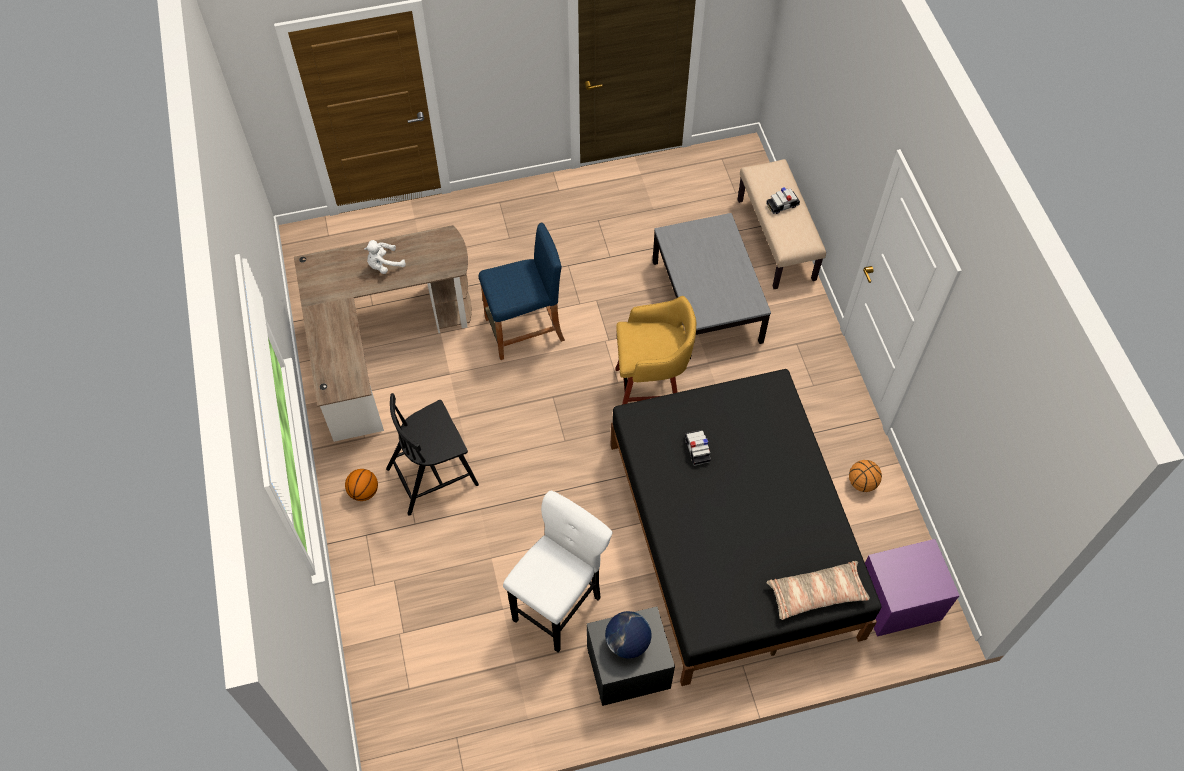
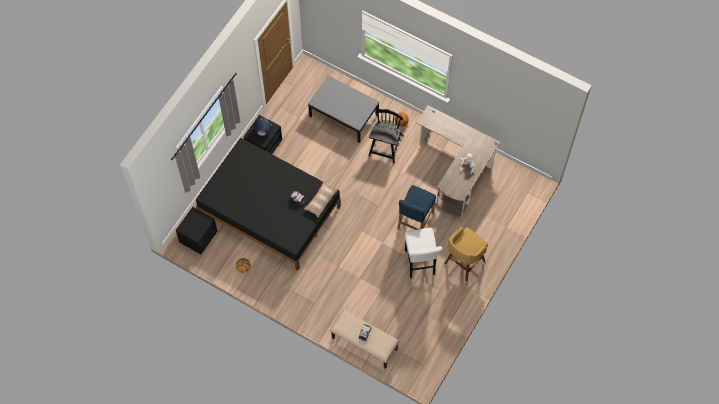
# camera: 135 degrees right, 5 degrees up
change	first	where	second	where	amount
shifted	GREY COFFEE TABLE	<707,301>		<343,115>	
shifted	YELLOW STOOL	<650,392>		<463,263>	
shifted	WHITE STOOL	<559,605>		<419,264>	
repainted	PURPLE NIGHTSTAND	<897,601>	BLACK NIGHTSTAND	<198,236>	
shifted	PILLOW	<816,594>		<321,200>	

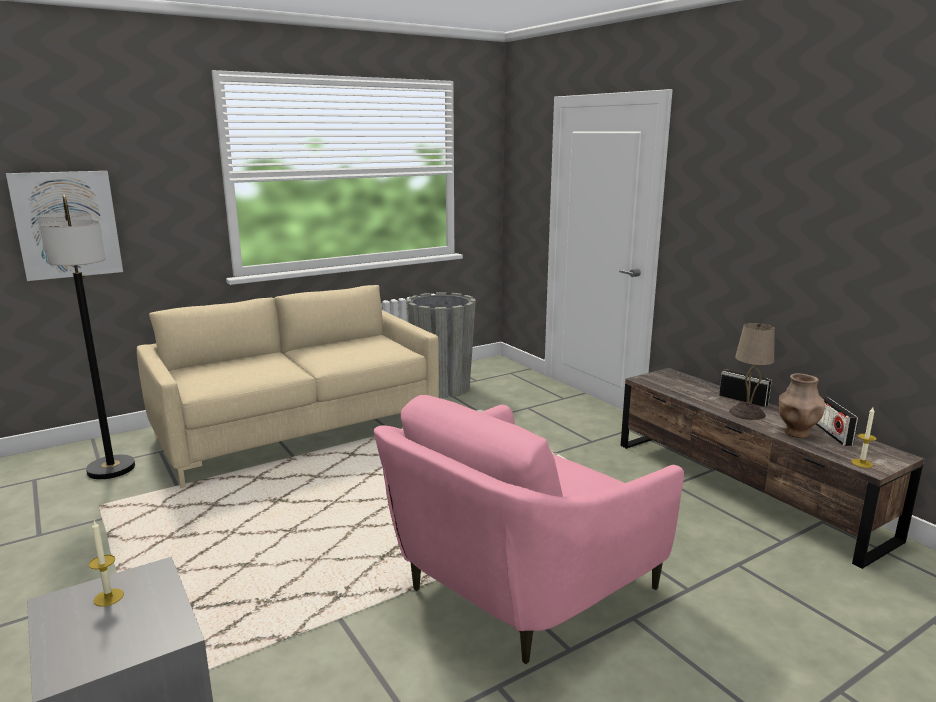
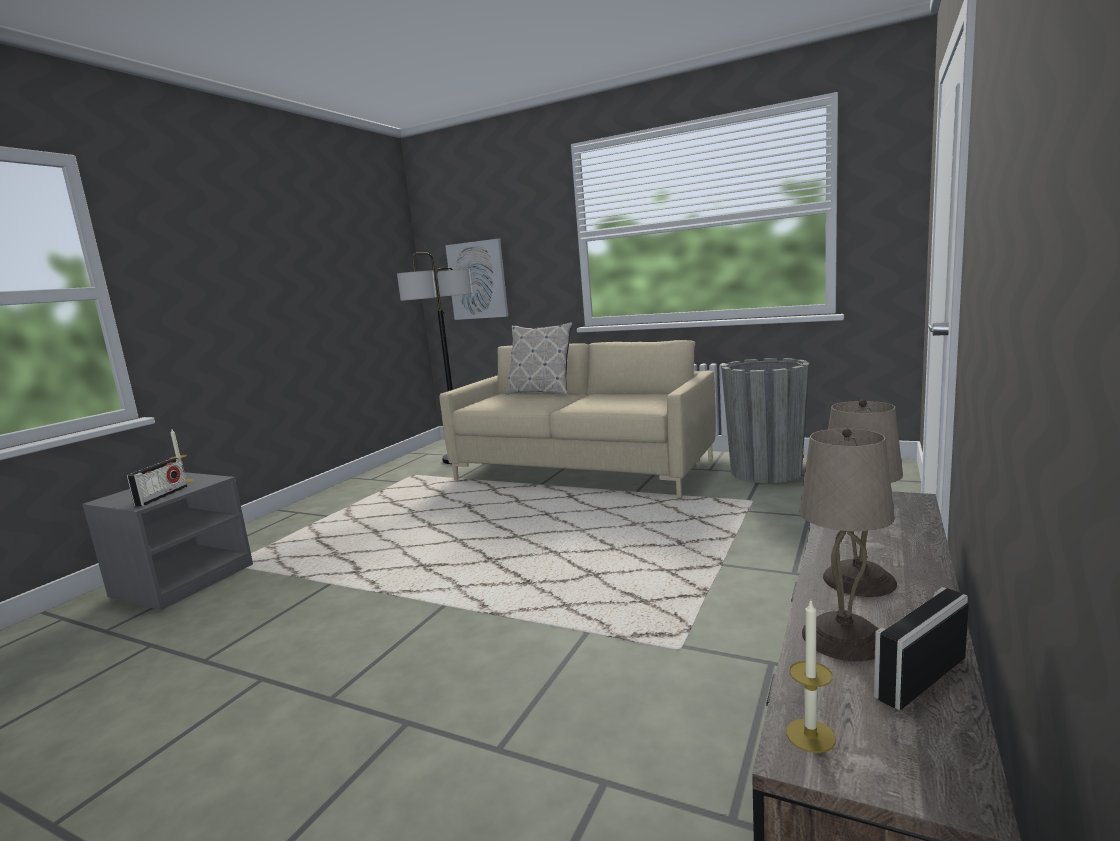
# camera: 60 degrees right, 5 degrees down
change	first	where	second	where	amount
shifted	RADIO	<743,400>		<162,496>	
swapped	BROWN VASE	<796,433>	BEIGE TABLE LAMP	<845,638>	
gone	PINK ARMCHAIR	<518,586>			
new			PILLOW	<541,392>	

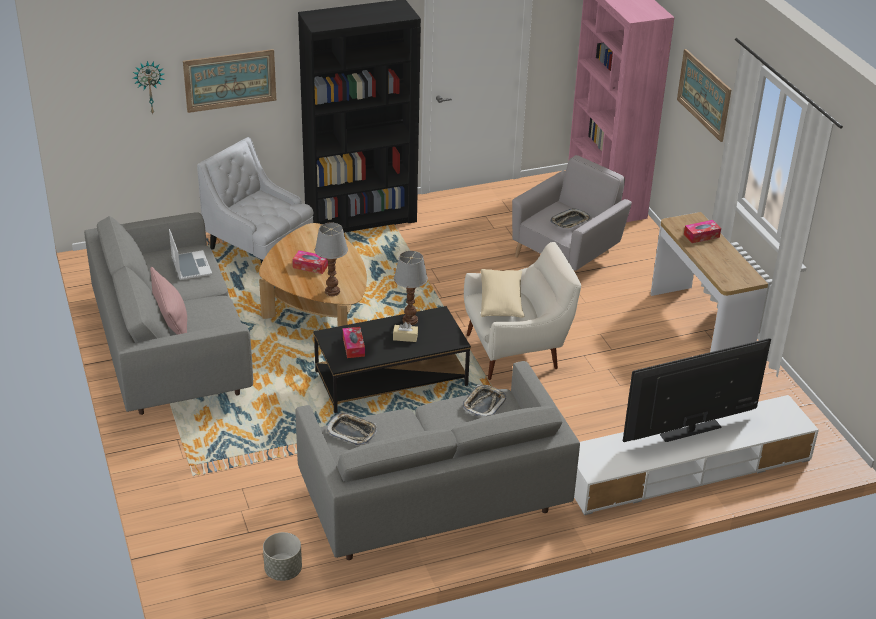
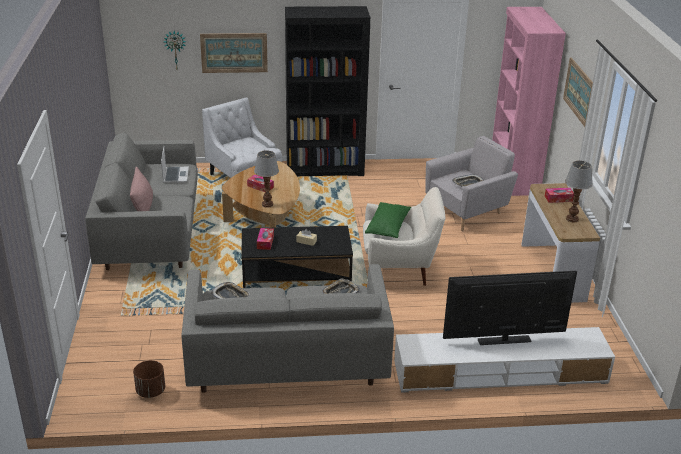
# camera: 15 degrees right, 5 degrees down
change	first	where	second	where	amount
shifted	TABLE LAMP	<409,320>		<571,219>	
repainted	BEIGE PILLOW	<501,302>	GREEN PILLOW	<388,227>	
repainted	GREY PLANTER	<283,571>	BROWN PLANTER	<150,391>	

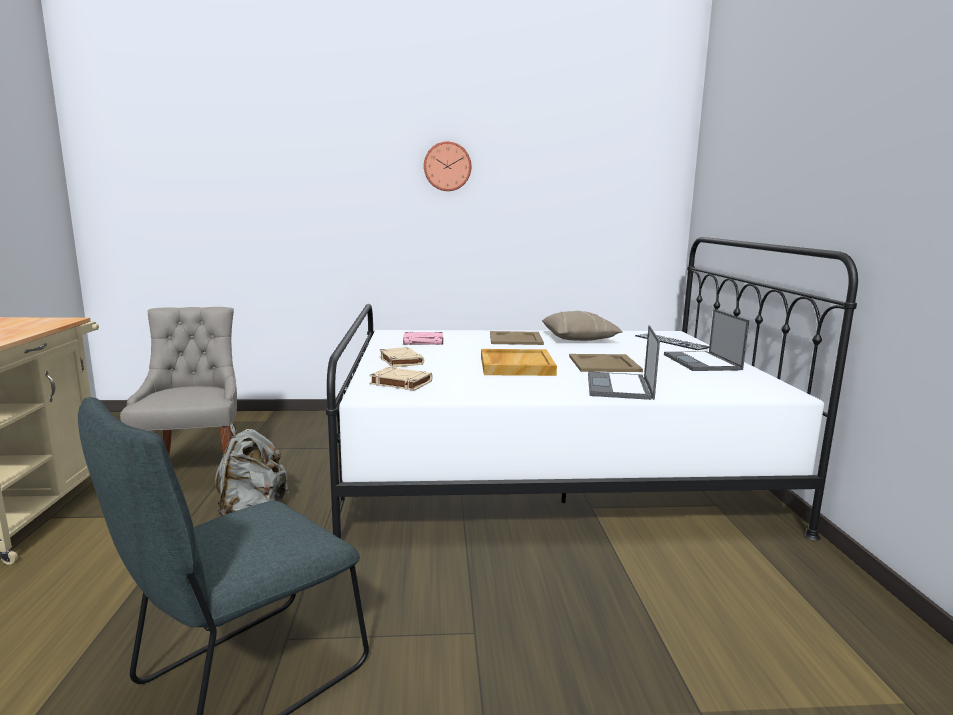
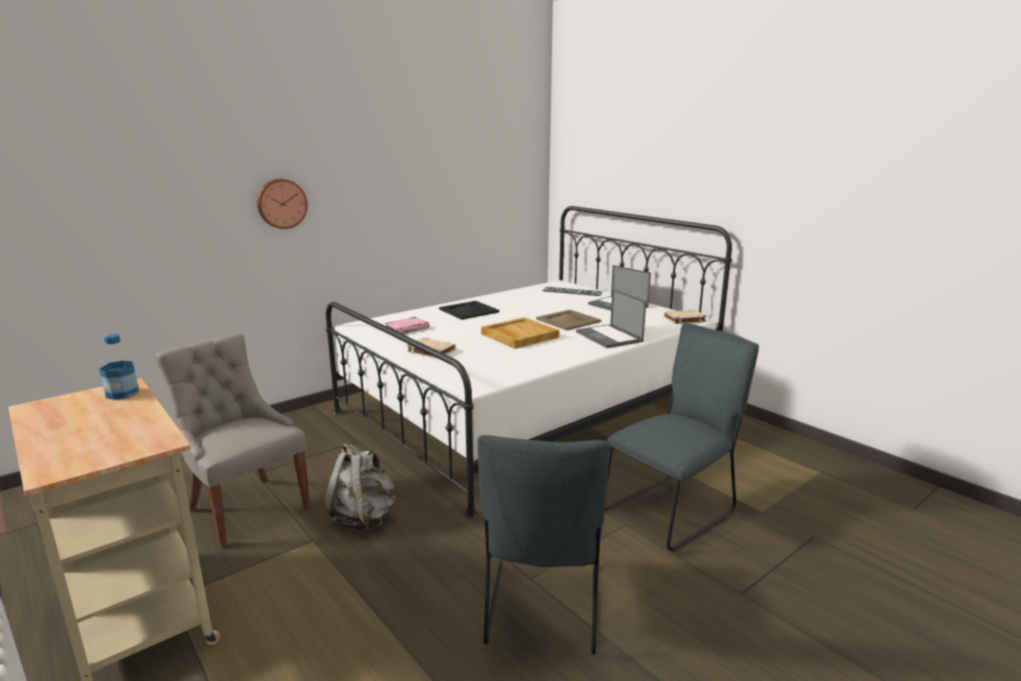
# camera: 35 degrees left, 5 degrees up
change	first	where	second	where	amount
shifted	WALL CLOCK	<447,166>		<281,203>	
gone	BEIGE PILLOW	<579,338>			
repainted	BEIGE TRAY	<516,339>	BLACK TRAY	<469,310>	
shifted	BEIGE BOOK	<400,383>		<684,320>	
new			GREY CHAIR	<672,509>	
new			BOTTLE	<122,393>	

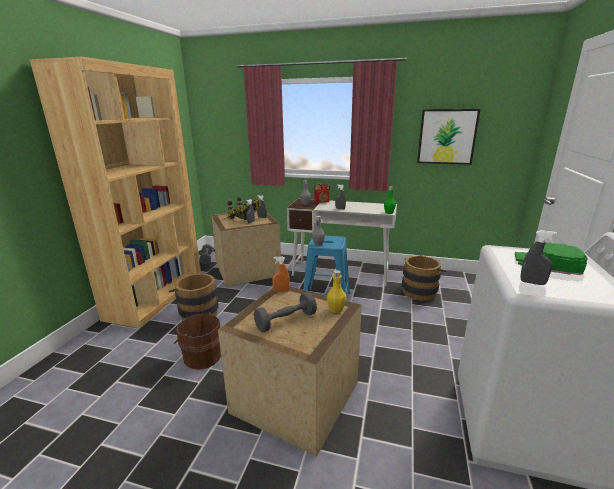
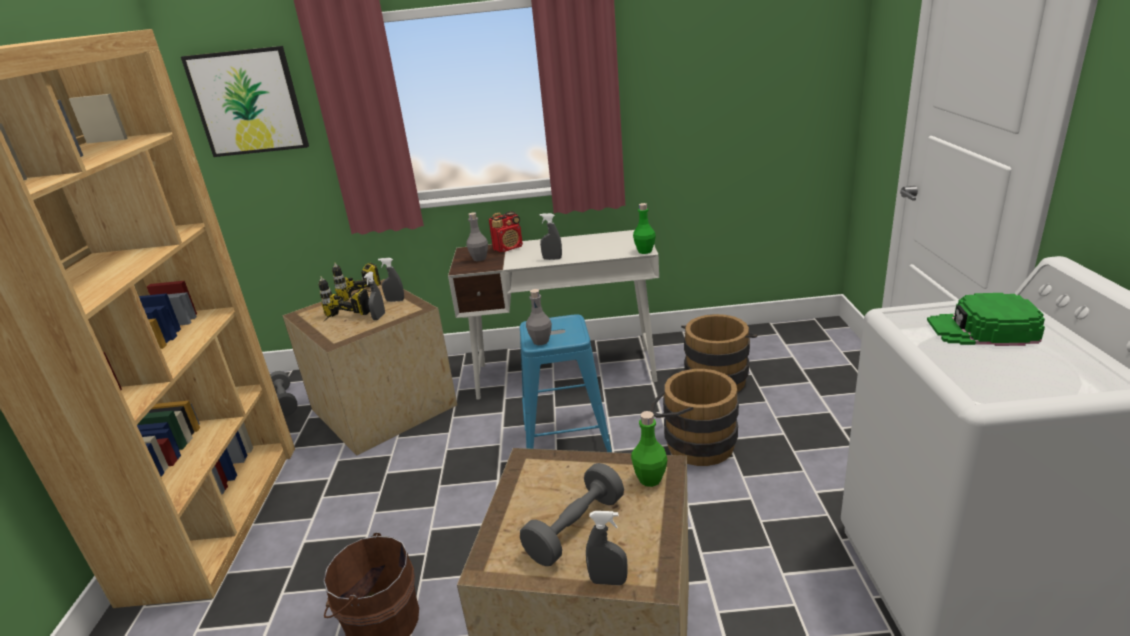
# camera: 15 degrees left, 5 degrees up
change	first	where	second	where	amount
shifted	PICTURE	<447,137>		<248,102>	
shifted	GREY SPRAY BOTTLE	<532,283>		<608,581>	
gone	ORANGE SPRAY BOTTLE	<281,291>			
repainted	YELLOW BOTTLE	<336,310>	GREEN BOTTLE	<650,479>	
shifted	BROWN BUCKET	<197,312>		<693,443>	

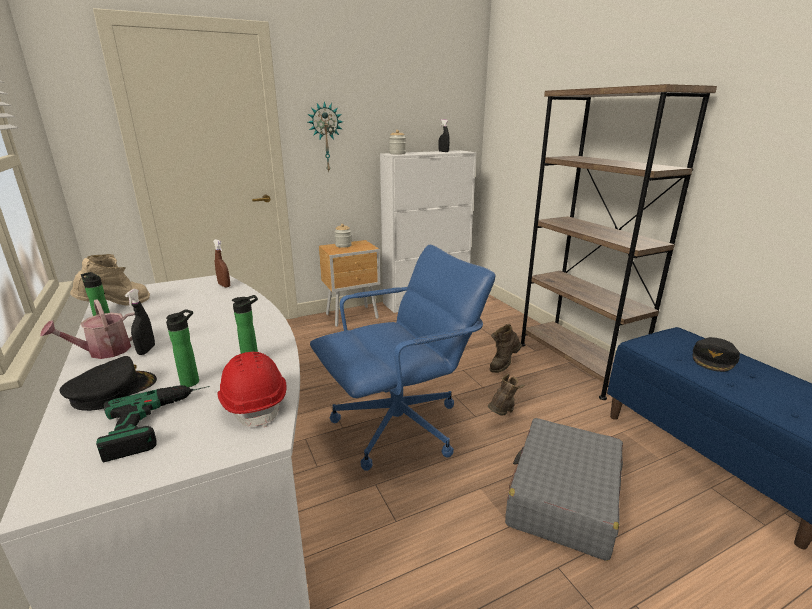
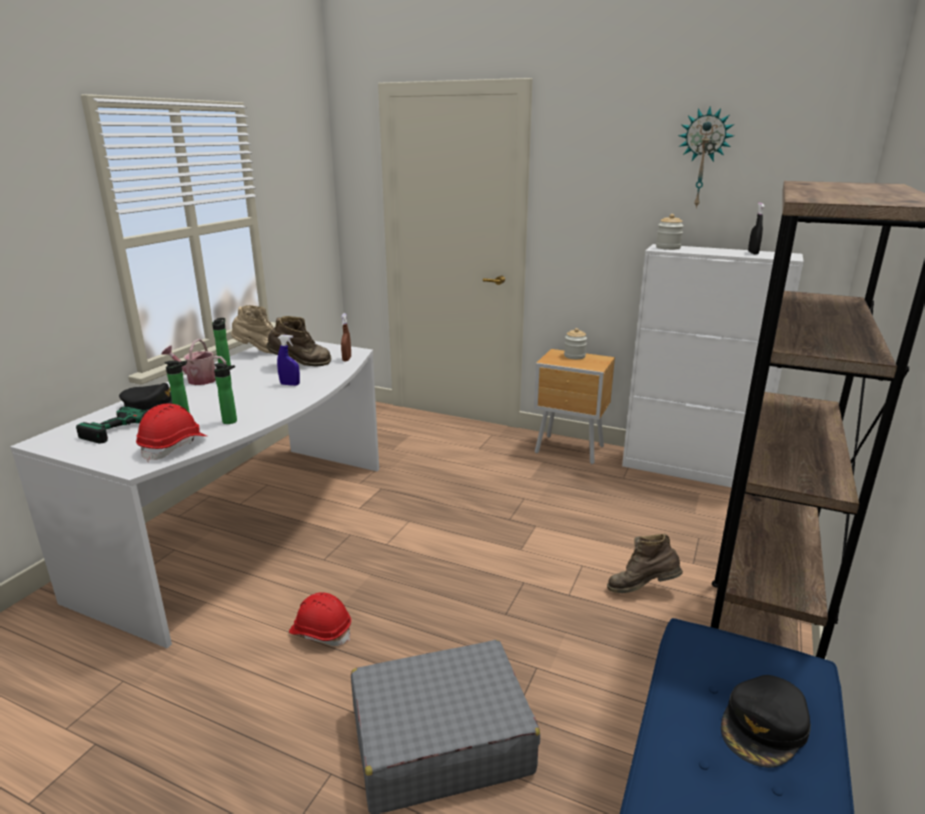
# camera: 50 degrees right, 0 degrees up
change	first	where	second	where	amount
shifted	WALL CLOCK	<325,137>		<703,158>	
gone	BLUE OFFICE CHAIR	<399,427>			
gone	BLACK SPRAY BOTTLE	<146,350>			
rotated	BLACK CAP	<714,359>		<764,727>	45 degrees counterclockwise
shifted	BROWN BOOT	<502,414>		<300,365>	
new			BLUE SPRAY BOTTLE	<290,384>	
new			RED HARD HAT	<321,631>	

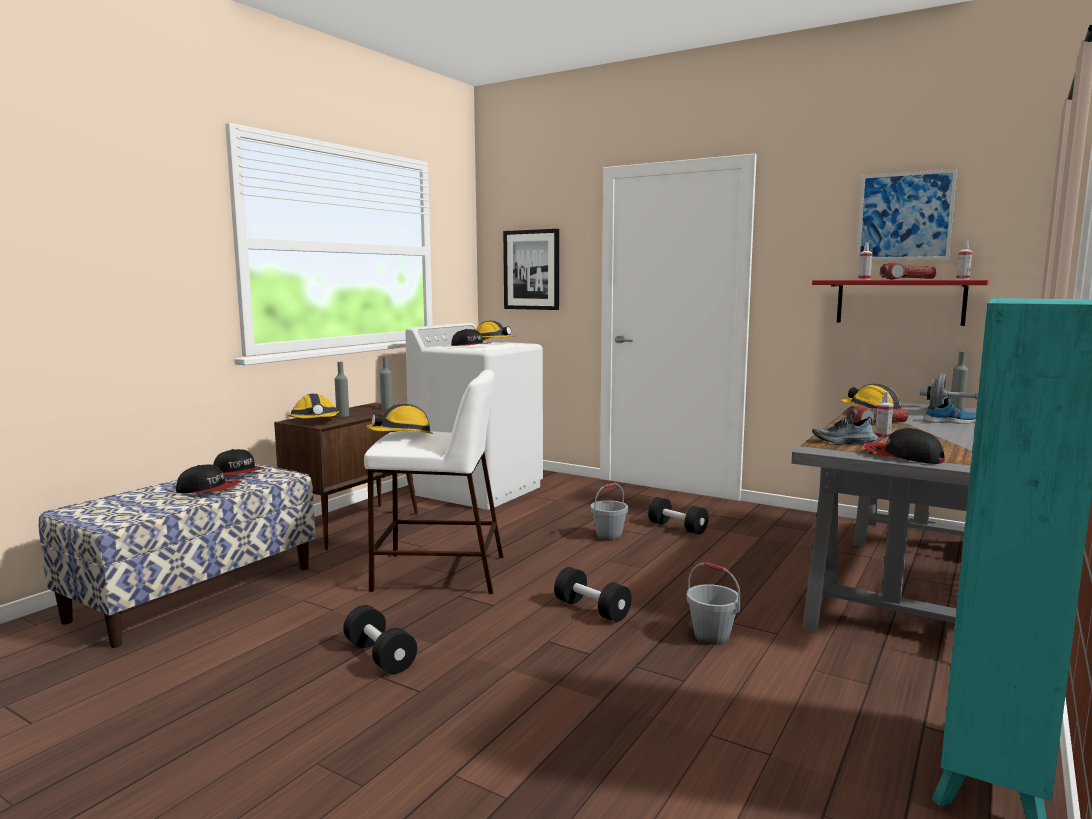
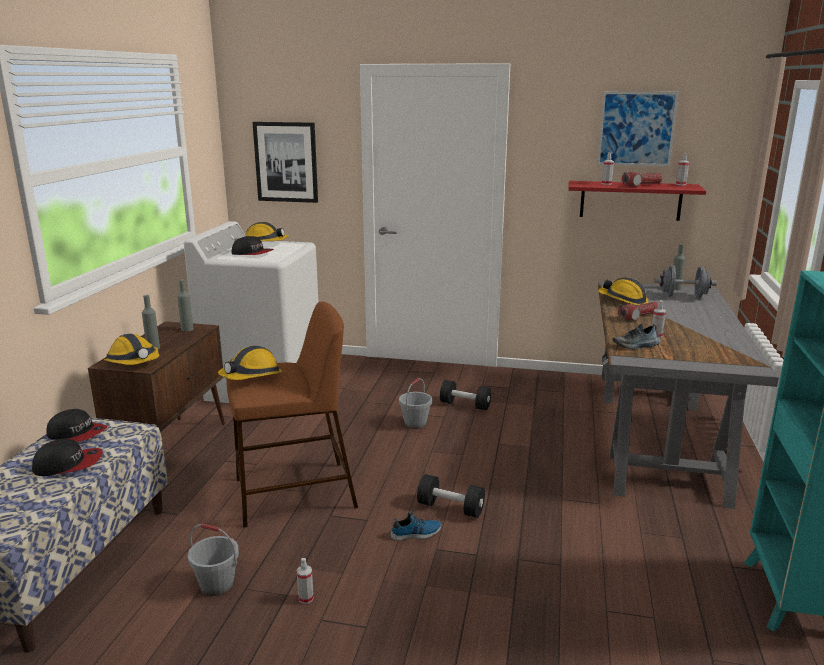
# camera: 20 degrees left, 10 degrees up
change	first	where	second	where	amount
repainted	WHITE STOOL	<437,573>	BROWN STOOL	<293,493>	
shifted	SHOE	<952,422>		<416,533>	
gone	CAP	<902,456>			
shifted	GREY BUCKET	<712,636>		<217,584>	
swapped	BLACK DUMBBELL	<380,656>	SPRAY BOTTLE	<306,598>	

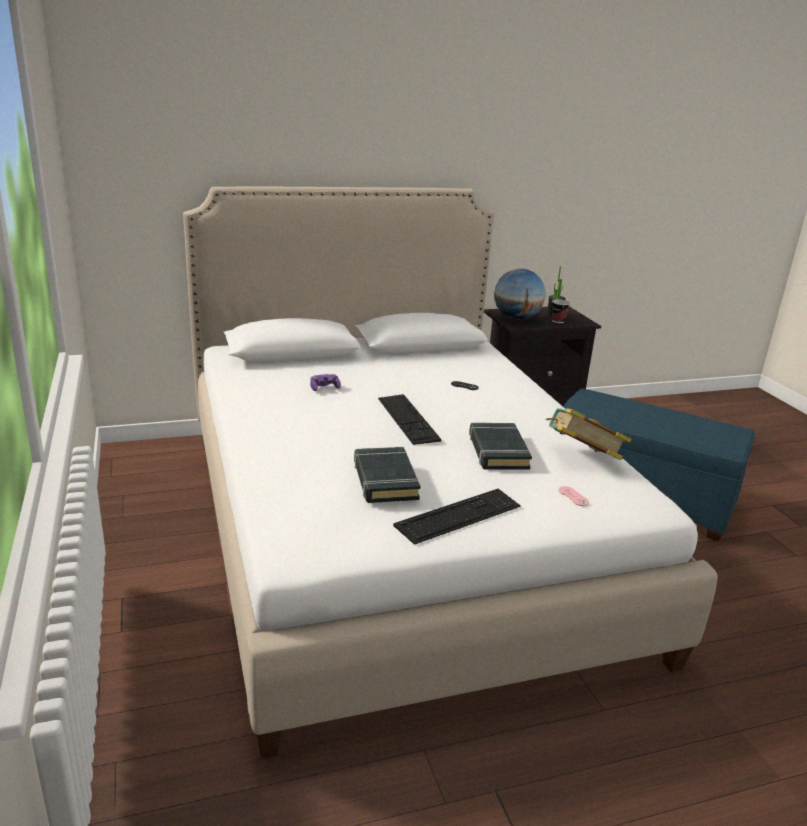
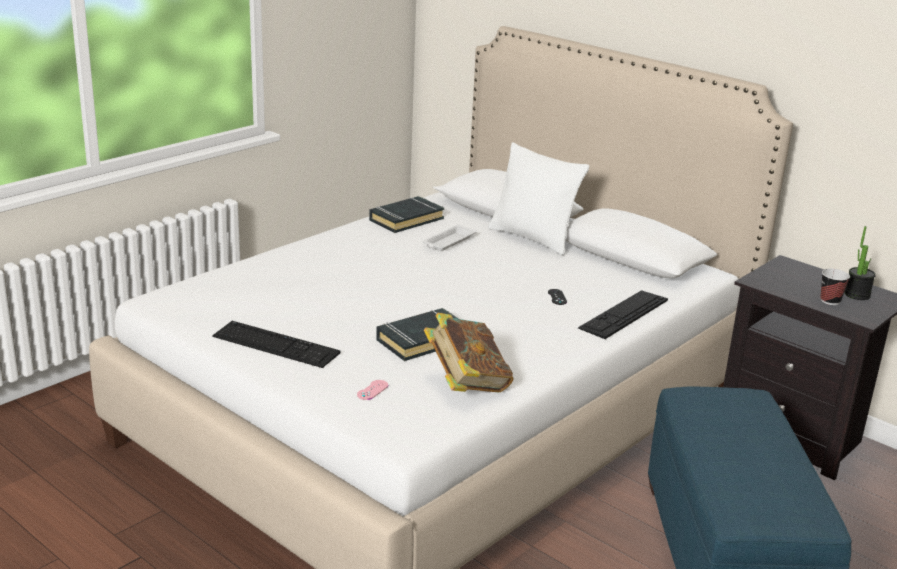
# camera: 60 degrees right, 0 degrees up
change	first	where	second	where	amount
gone	GLOBE	<516,318>			
swapped	GAME CONTROLLER	<324,388>	WHITE TRAY	<448,242>	
shifted	KEYBOARD	<407,419>		<624,314>	
shifted	BLACK BOOK	<384,480>		<406,219>	
new			WHITE PILLOW	<532,238>	

